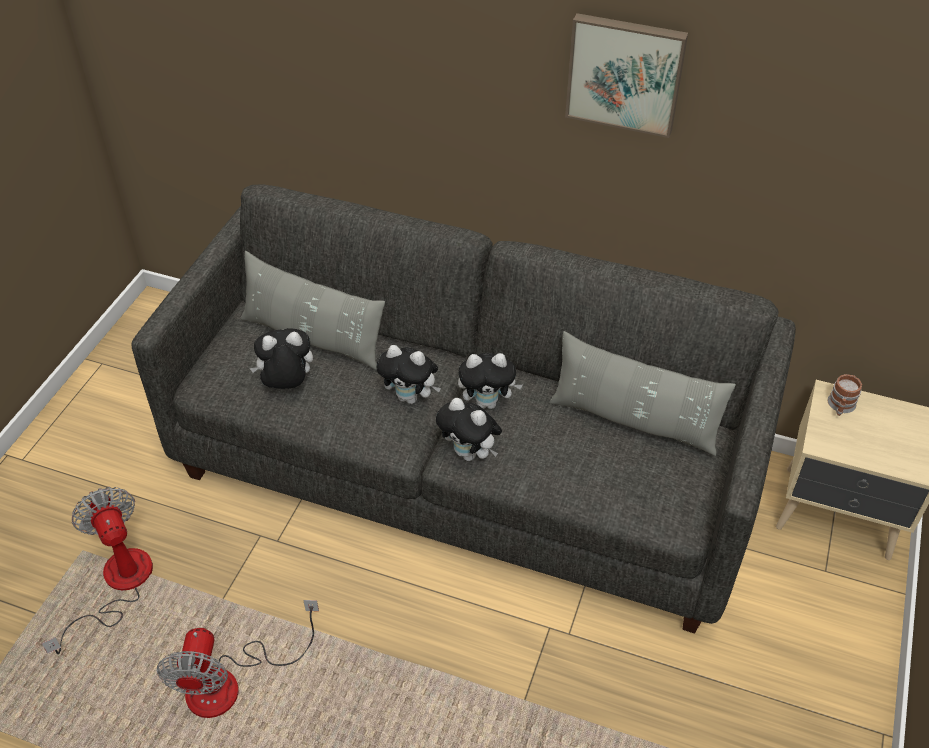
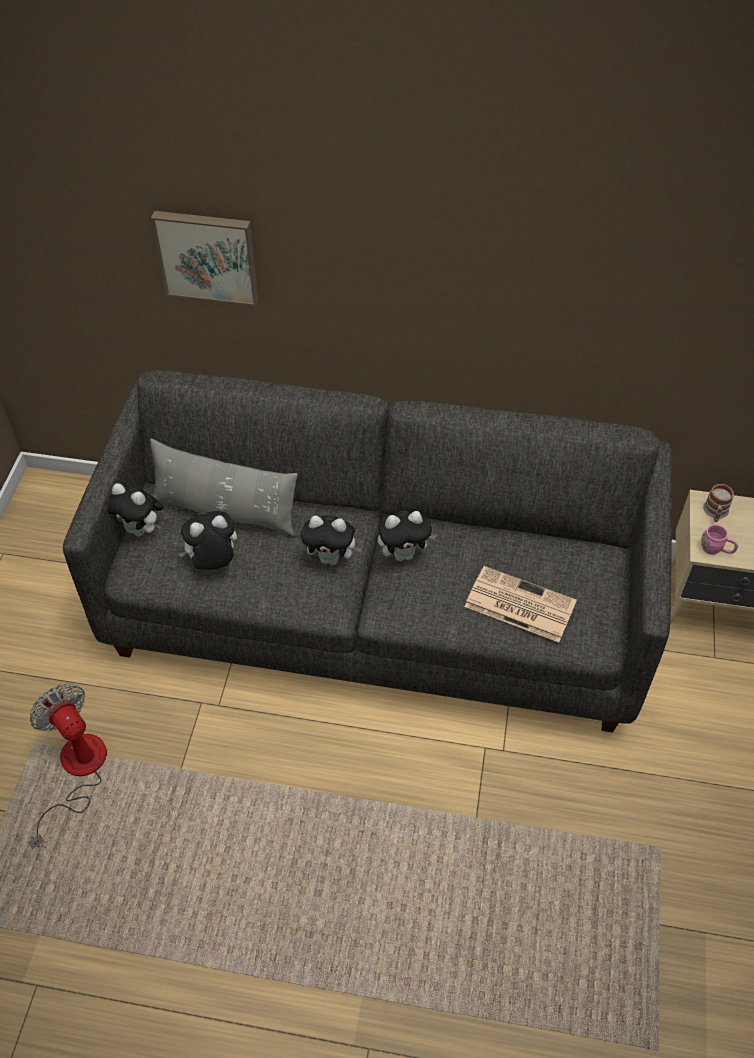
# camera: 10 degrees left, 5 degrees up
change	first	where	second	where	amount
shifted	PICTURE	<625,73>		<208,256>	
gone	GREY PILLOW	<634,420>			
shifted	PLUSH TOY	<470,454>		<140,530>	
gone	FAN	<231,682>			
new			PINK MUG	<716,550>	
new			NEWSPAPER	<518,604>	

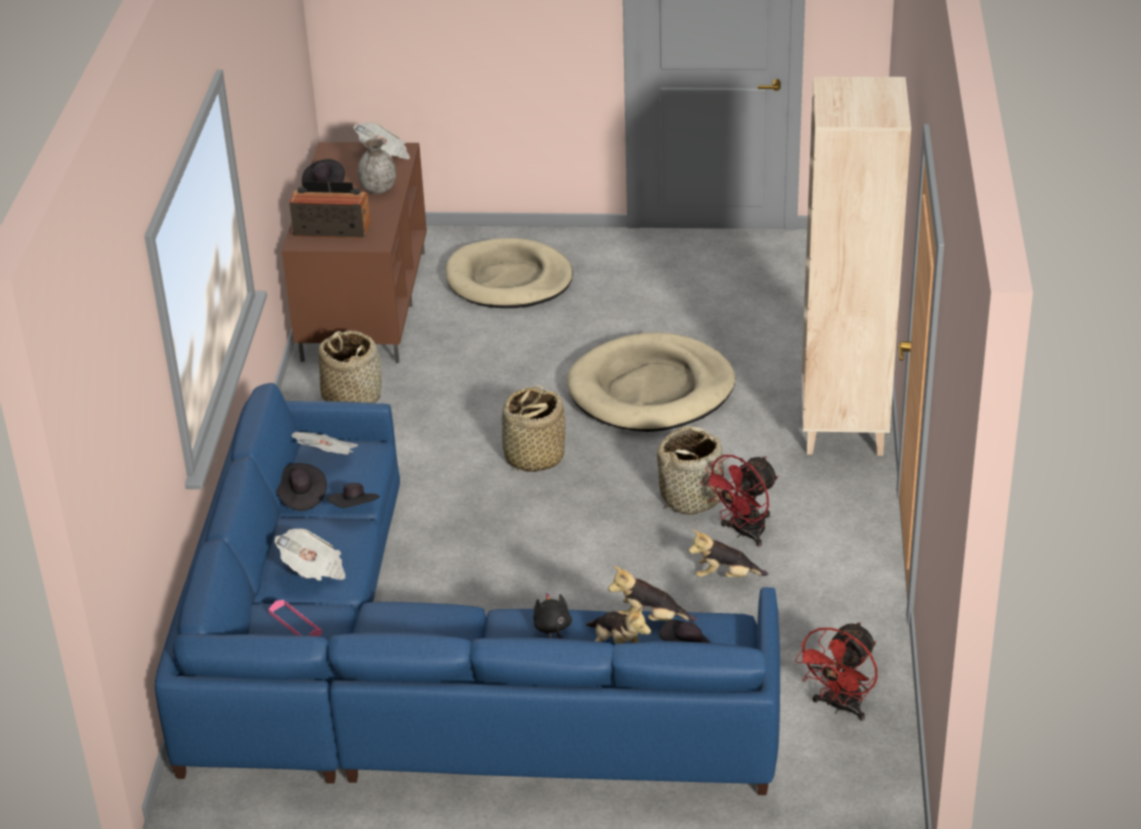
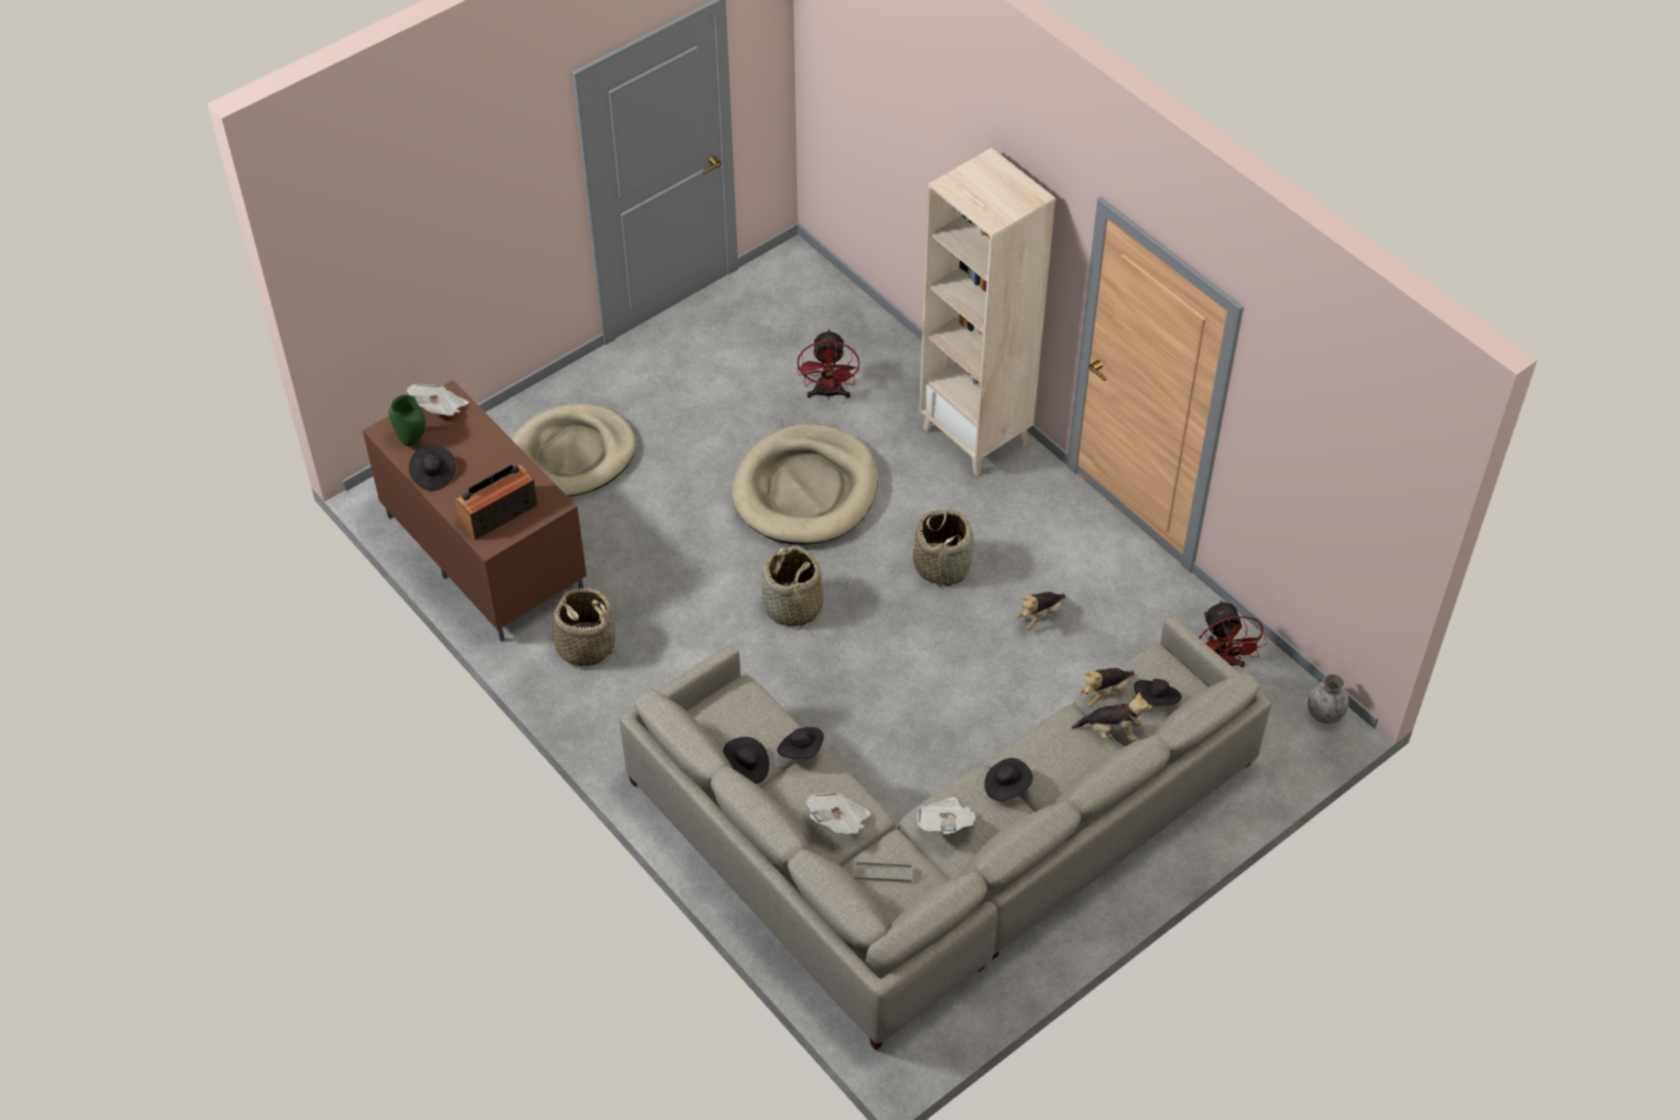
# camera: 45 degrees left, 15 degrees up
change	first	where	second	where	amount
shifted	GREY VASE	<378,189>		<1325,714>	
repainted	BLUE SOFA	<420,675>	GREY SOFA	<937,843>	
shifted	NEWSPAPER	<328,456>		<945,824>	
shifted	RED FAN	<743,533>		<828,394>	
gone	BLACK PLUSH TOY	<553,629>			
repainted	PINK TRAY	<295,623>	GREY TRAY	<883,873>	
new			GREEN VASE	<412,440>	
new			BLACK HAT	<1006,786>	

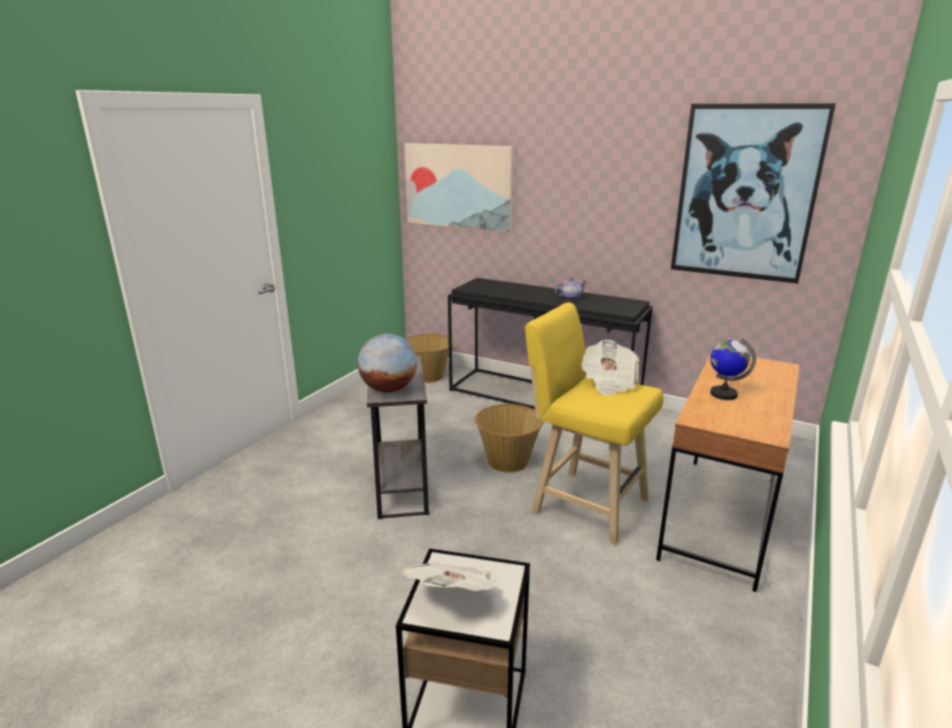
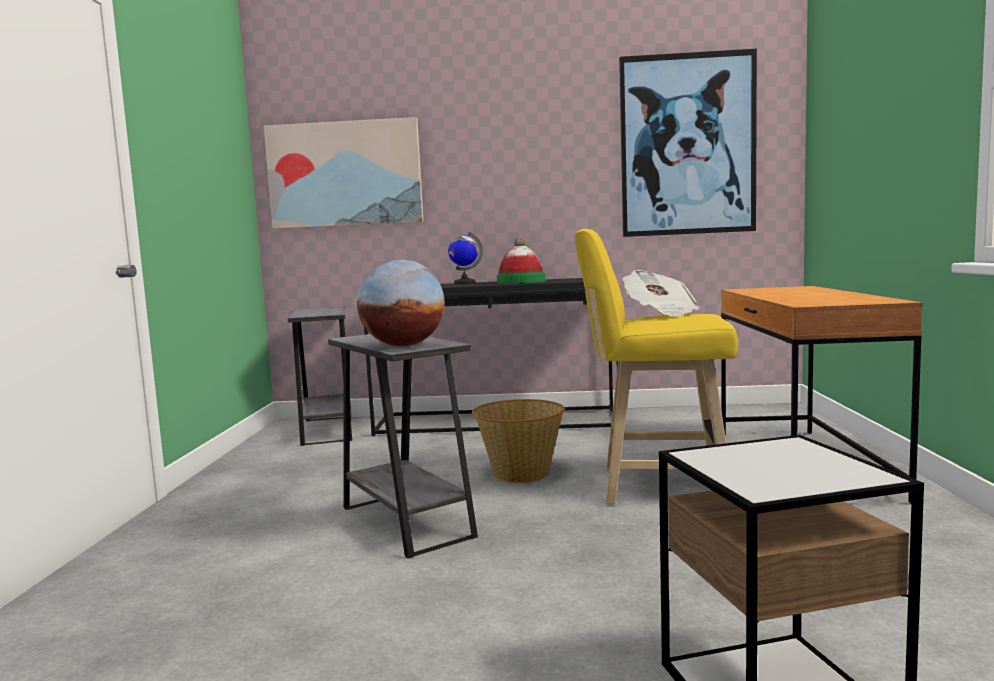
# camera: 25 degrees left, 15 degrees down
change	first	where	second	where	amount
swapped	TEAPOT	<570,298>	HAT	<521,281>	
swapped	BASKET	<428,376>	GREY SIDE TABLE	<327,430>	
shifted	GLOBE	<723,394>		<464,283>	
gone	NEWSPAPER	<454,595>			

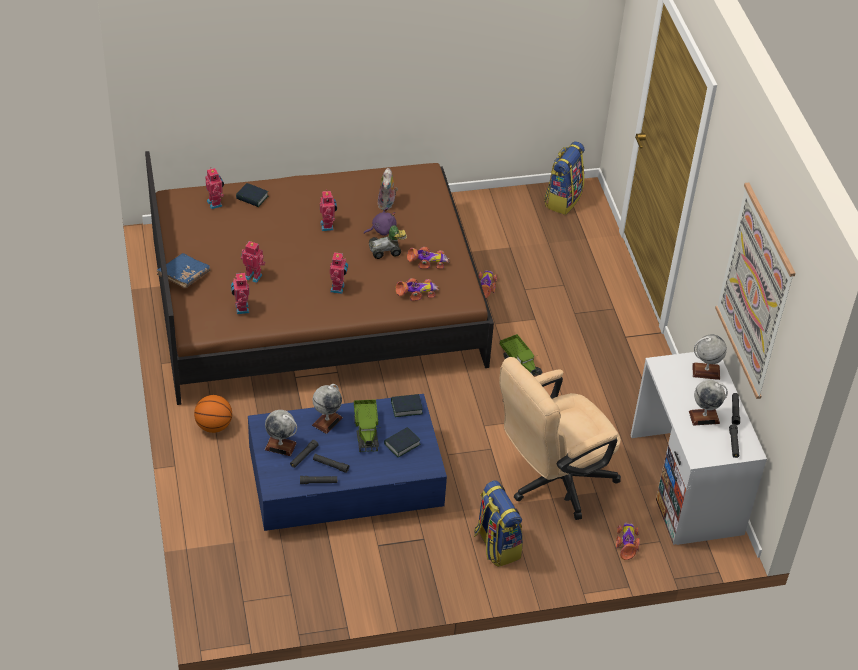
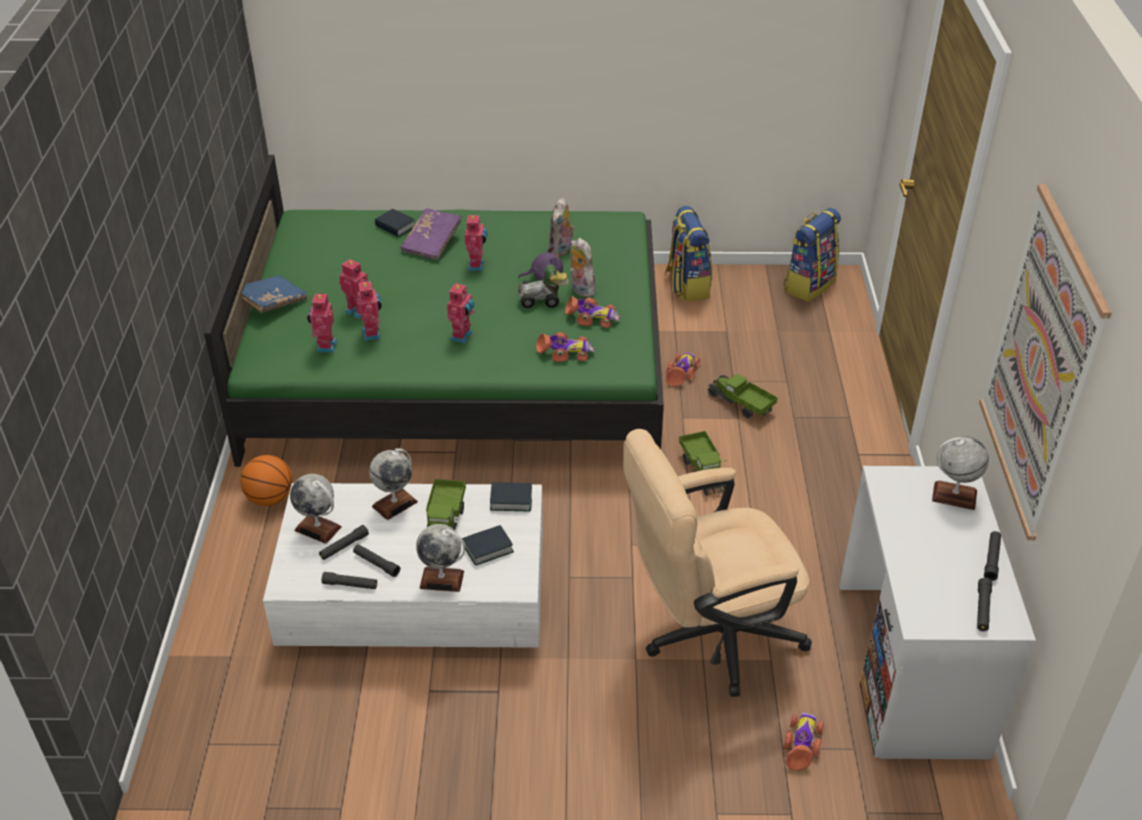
# camera: 15 degrees right, 5 degrees down
change	first	where	second	where	amount
repainted	BROWN BED	<315,302>	GREEN BED	<458,367>	
shifted	TOY ROBOT	<215,203>		<373,333>	
shifted	GLOBE	<704,417>		<442,579>	
repainted	BLUE COFFEE TABLE	<346,481>	WHITE COFFEE TABLE	<416,594>	
shifted	BACKPACK	<496,545>		<686,285>	
new			PURPLE BOOK	<432,243>	
new			PLUSH TOY	<580,289>	
new			TOY TRUCK	<740,404>	

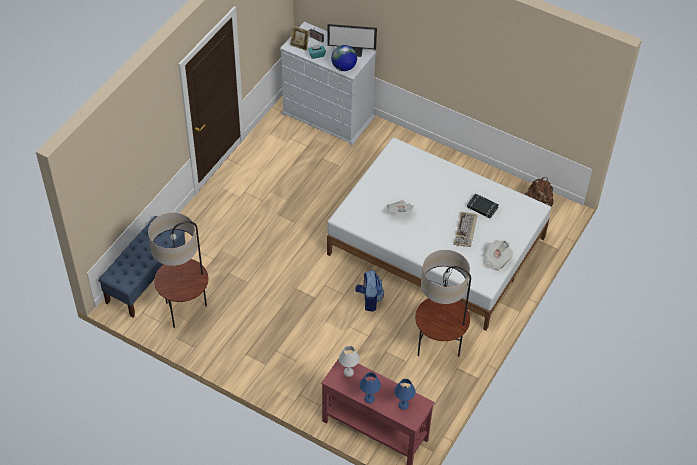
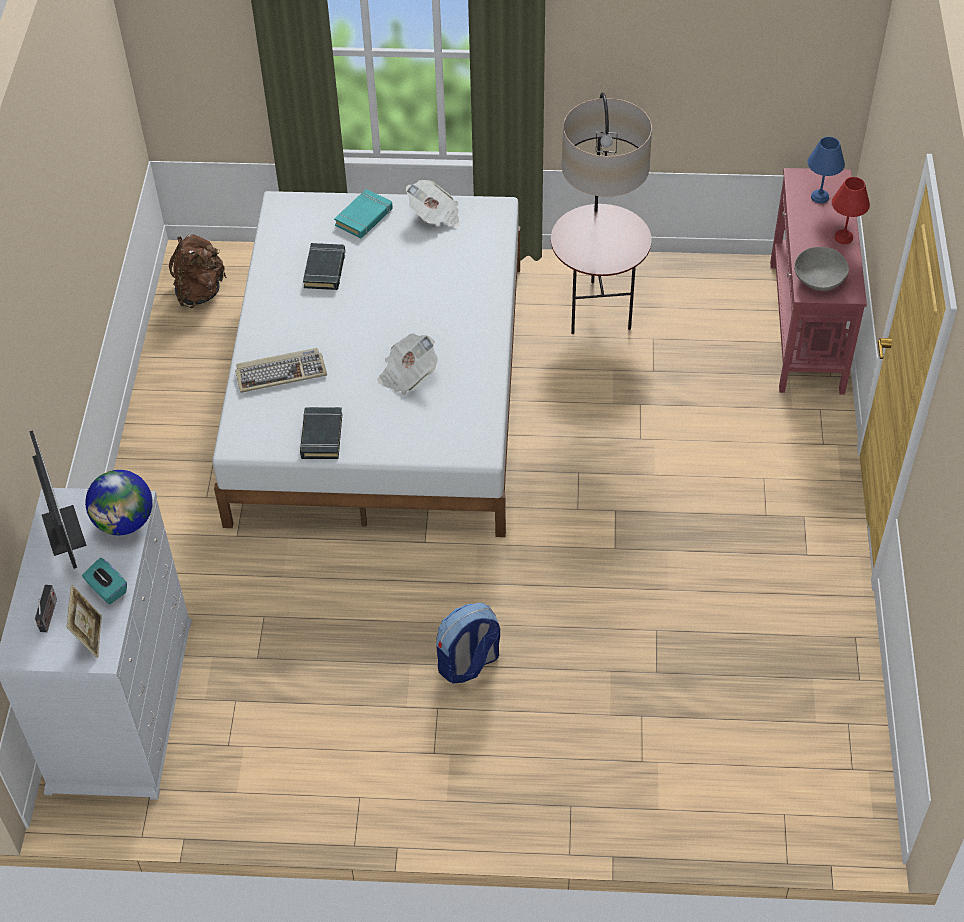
# camera: 115 degrees left, 0 degrees up
change	first	where	second	where	amount
shifted	KEYBOARD	<465,230>		<281,372>	
gone	FLOOR LAMP	<186,311>			
gone	BLUE BENCH	<146,278>			
shifted	BACKPACK	<369,300>		<468,663>	
swapped	WHITE TABLE LAMP	<349,372>	GREY BOWL	<819,278>	
repainted	BLUE TABLE LAMP	<369,398>	RED TABLE LAMP	<843,237>	
new			TURQUOISE BOOK	<364,217>	
new			BLACK BOOK	<321,436>	

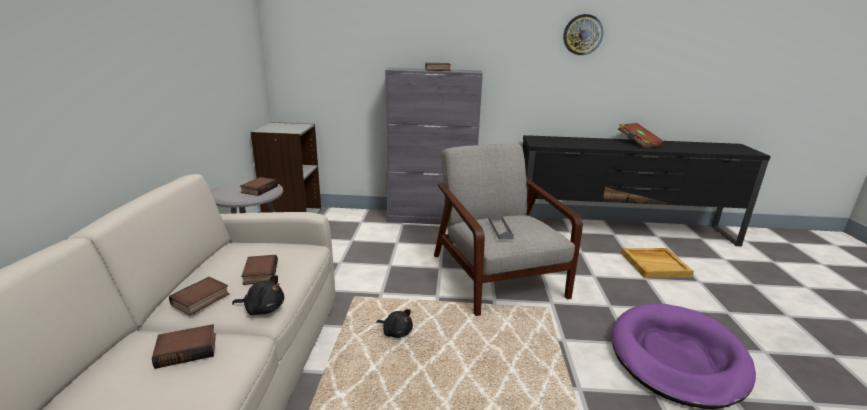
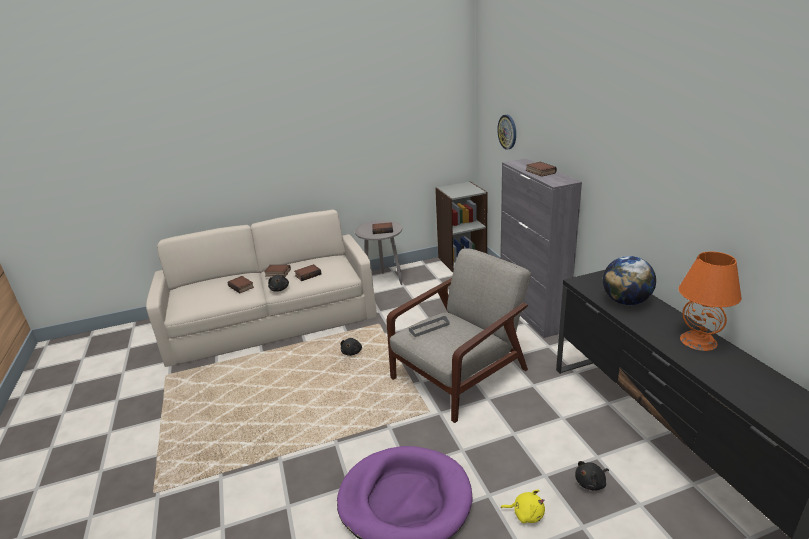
# camera: 70 degrees right, 5 degrees up
change	first	where	second	where	amount
shifted	WALL CLOCK	<582,35>		<507,132>	
swapped	BROWN BOOK	<638,143>	ORANGE TABLE LAMP	<698,341>	
swapped	BEIGE TRAY	<655,264>	BLACK PLUSH TOY	<591,483>	
new			GLOBE	<626,301>	
new			YELLOW PLUSH TOY	<526,513>	

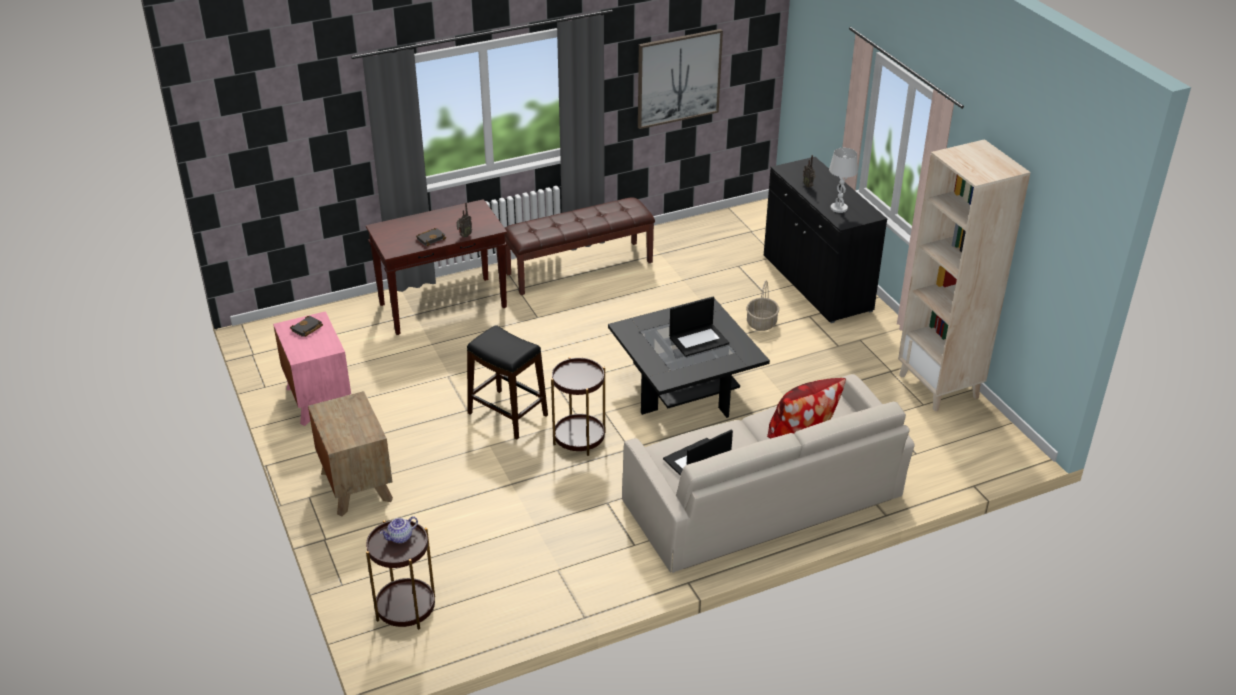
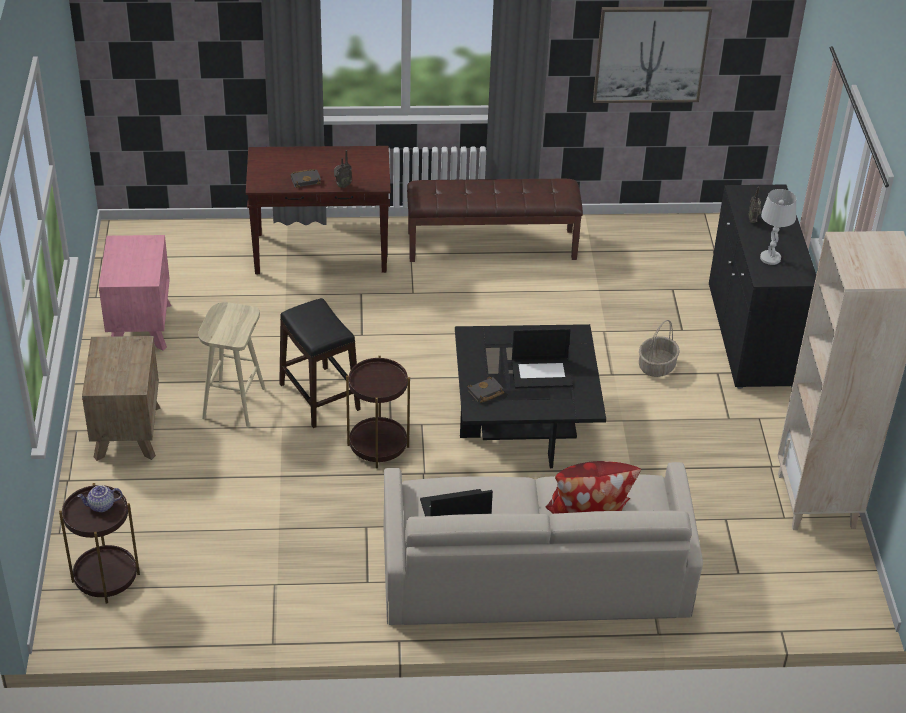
# camera: 20 degrees right, 5 degrees up
change	first	where	second	where	amount
shifted	BLACK BOOK	<307,329>		<485,393>	
new			BEIGE STOOL	<233,402>	

